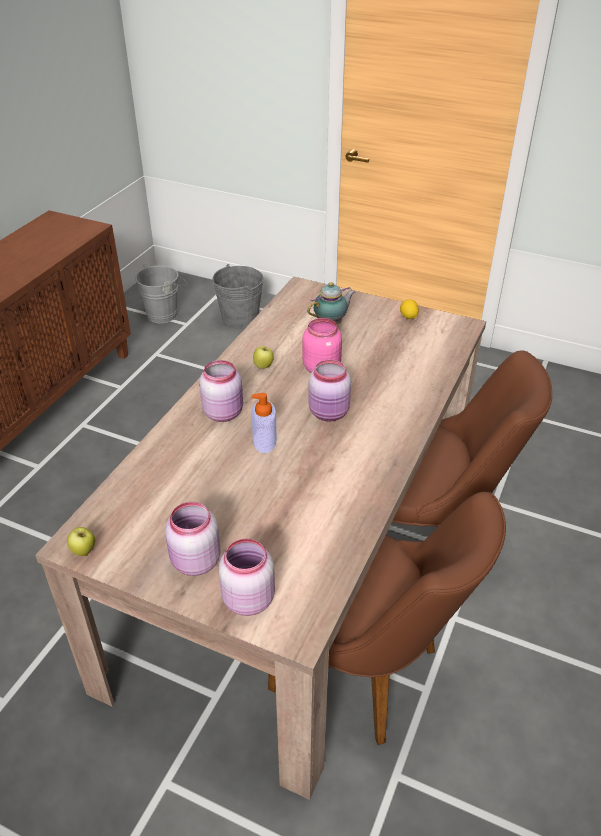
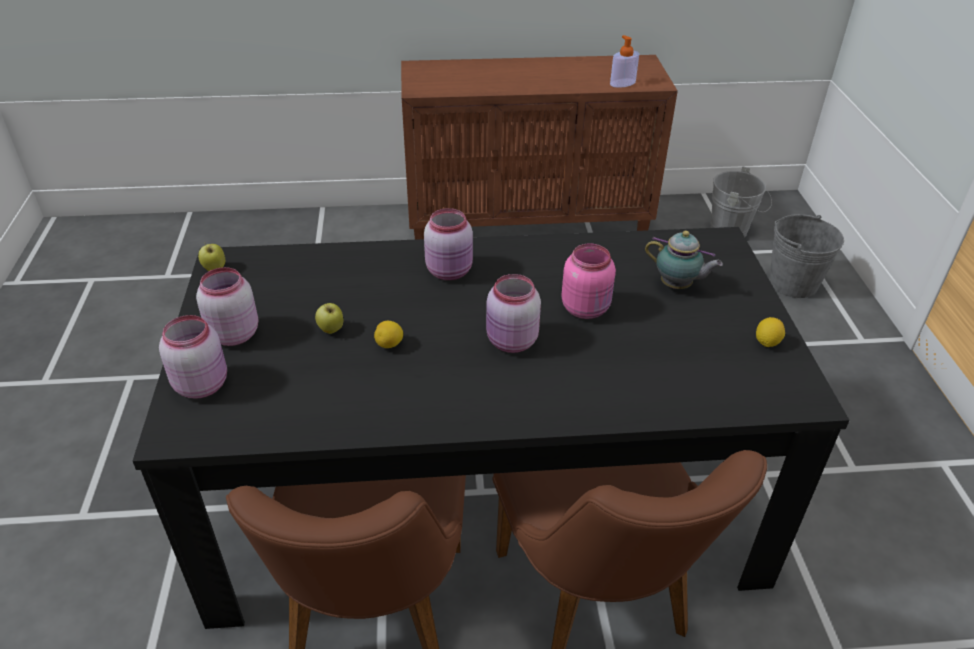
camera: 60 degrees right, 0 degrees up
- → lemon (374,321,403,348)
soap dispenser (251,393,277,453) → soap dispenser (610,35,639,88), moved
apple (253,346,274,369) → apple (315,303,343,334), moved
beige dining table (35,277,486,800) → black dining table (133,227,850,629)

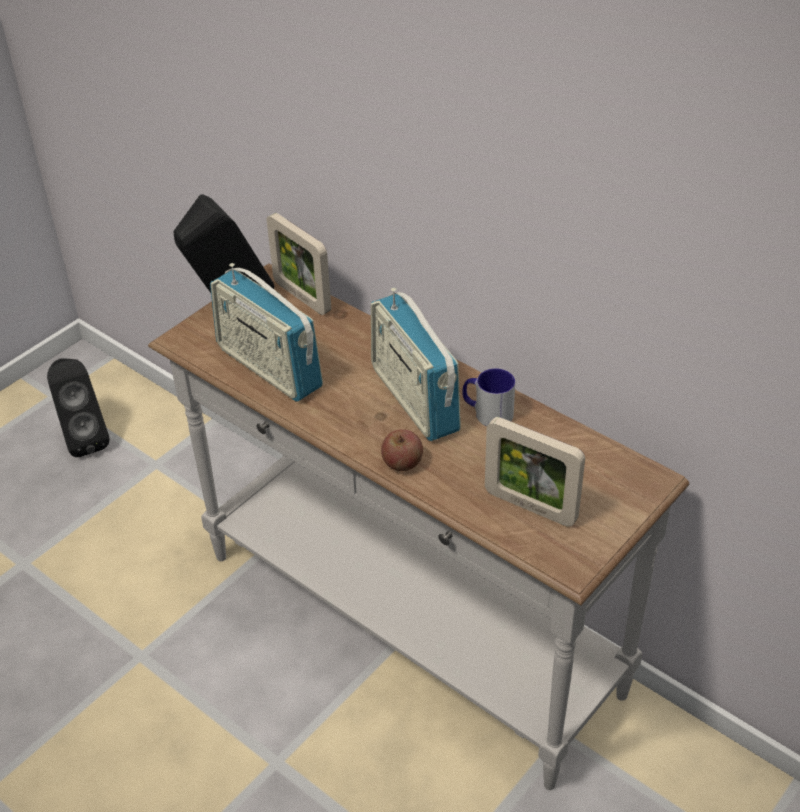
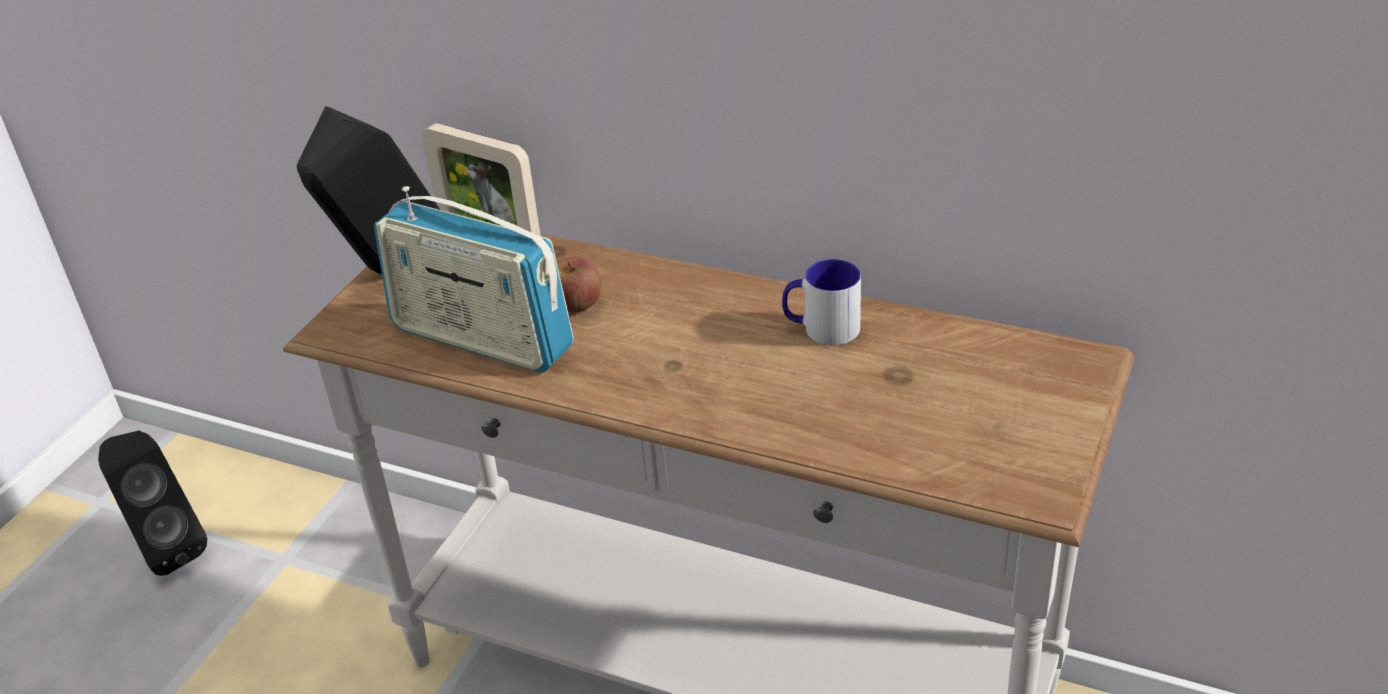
camera: 15 degrees left, 5 degrees down
radio (371,288,461,441) → -
picture frame (485,417,585,527) → -
apple (381,429,423,471) → apple (557,257,602,313), moved

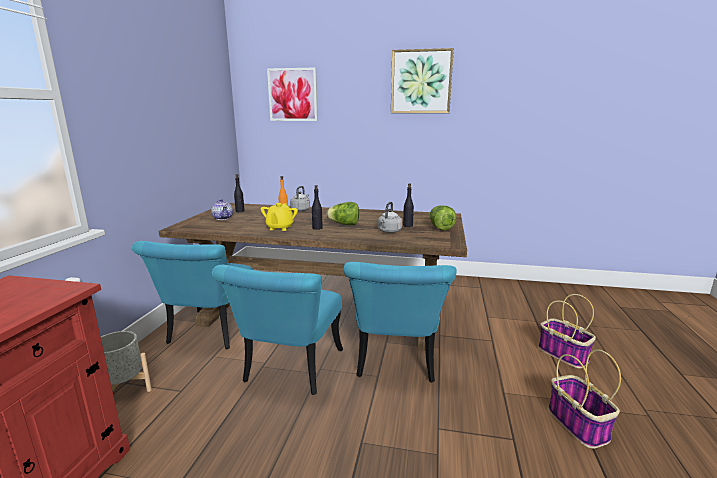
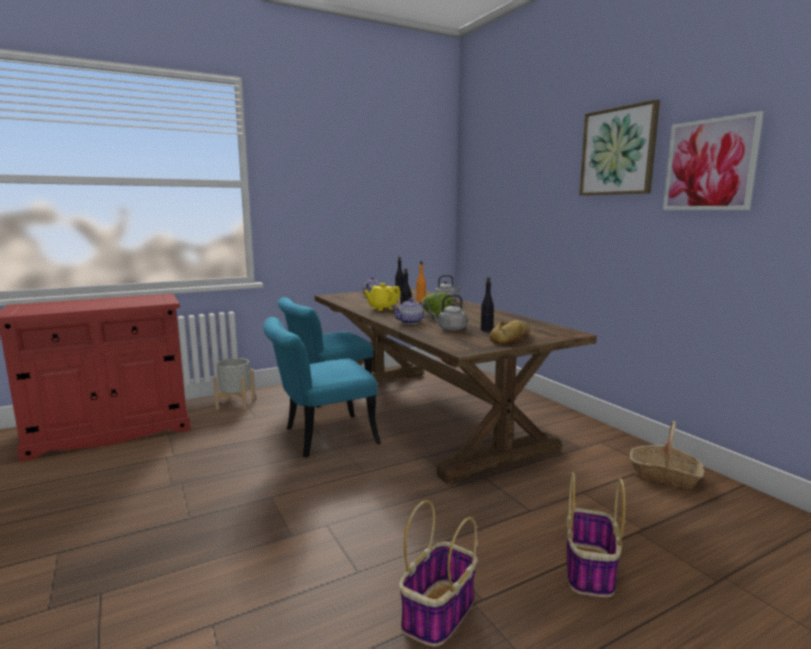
camera: 50 degrees right, 5 degrees down
turquoise chair (344,262,457,383) → -
- → teapot (390,298,430,324)
- → basket (630,421,704,488)
picture (267,68,318,121) → picture (663,111,764,210), moved
lettuce (430,205,457,231) → bread (489,321,530,345)

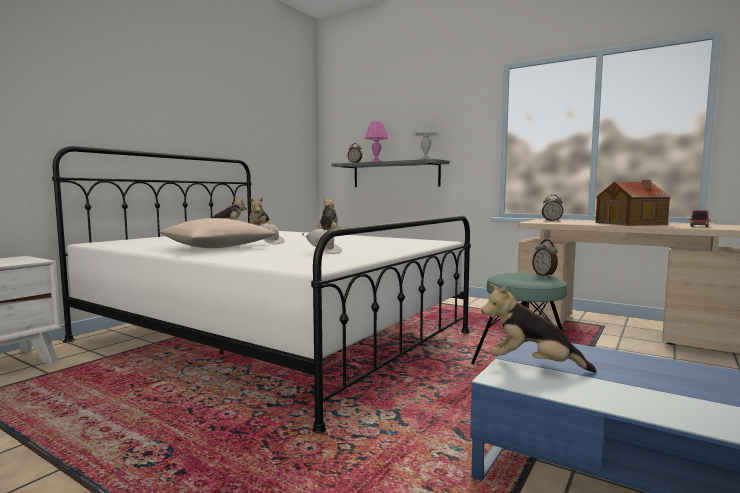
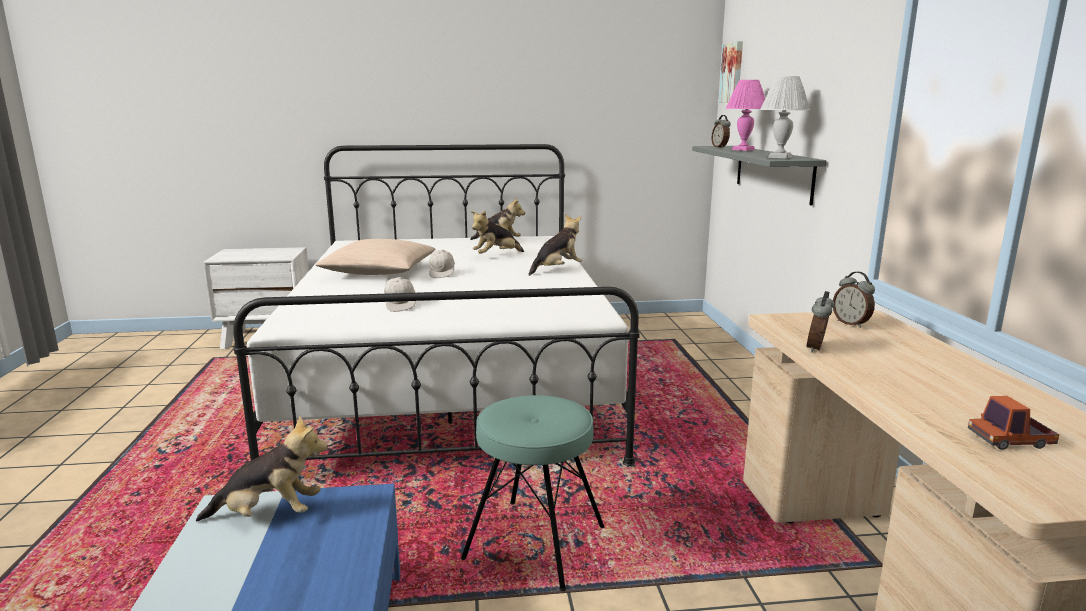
camera: 50 degrees right, 10 degrees up
toy house (596,180,671,226) → -
- → picture (719,41,743,103)
alarm clock (532,240,558,277) → alarm clock (807,291,835,352), moved
plush toy (481,284,597,373) → plush toy (196,415,328,521), 105 degrees clockwise

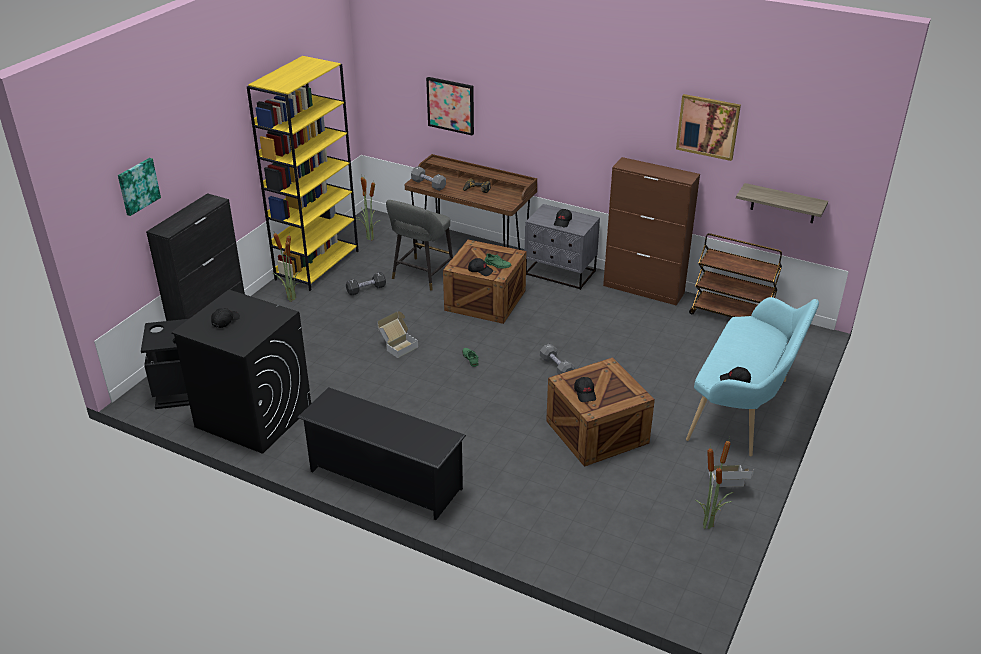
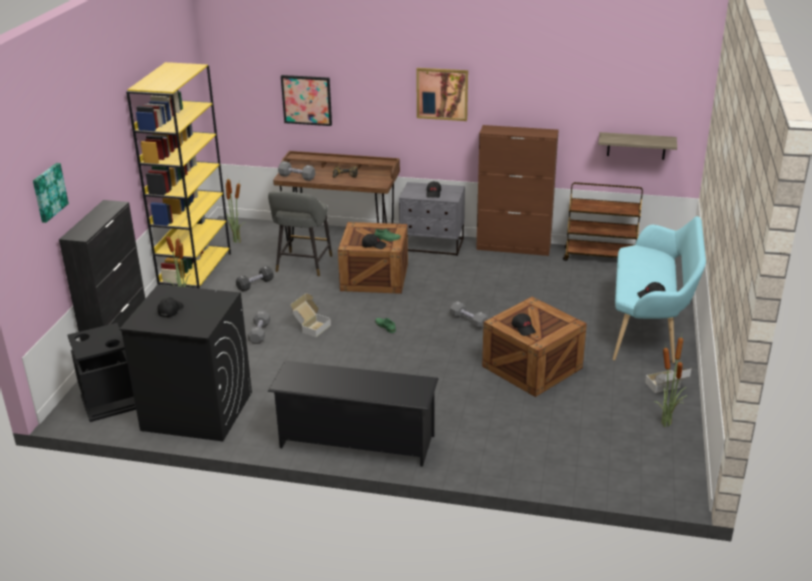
camera: 15 degrees left, 5 degrees down
- → grey dumbbell (247,311,270,344)
picture (676,94,741,161) → picture (416,68,468,121), moved

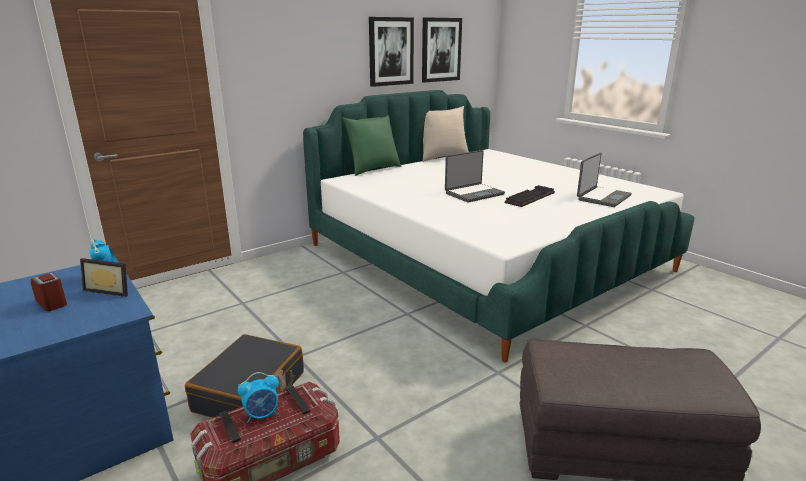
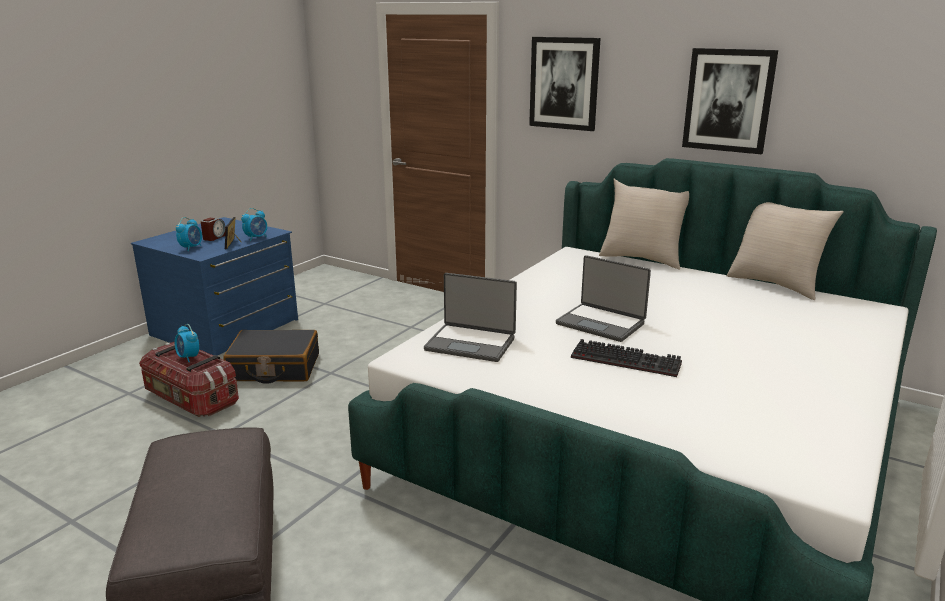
camera: 70 degrees right, 0 degrees up
- → alarm clock (176,217,202,251)
picture (422,17,462,83) → picture (529,37,601,131), moved
laptop (577,153,632,207) → laptop (424,273,517,362), moved
green pillow (342,115,401,176) → beige pillow (599,179,689,270)

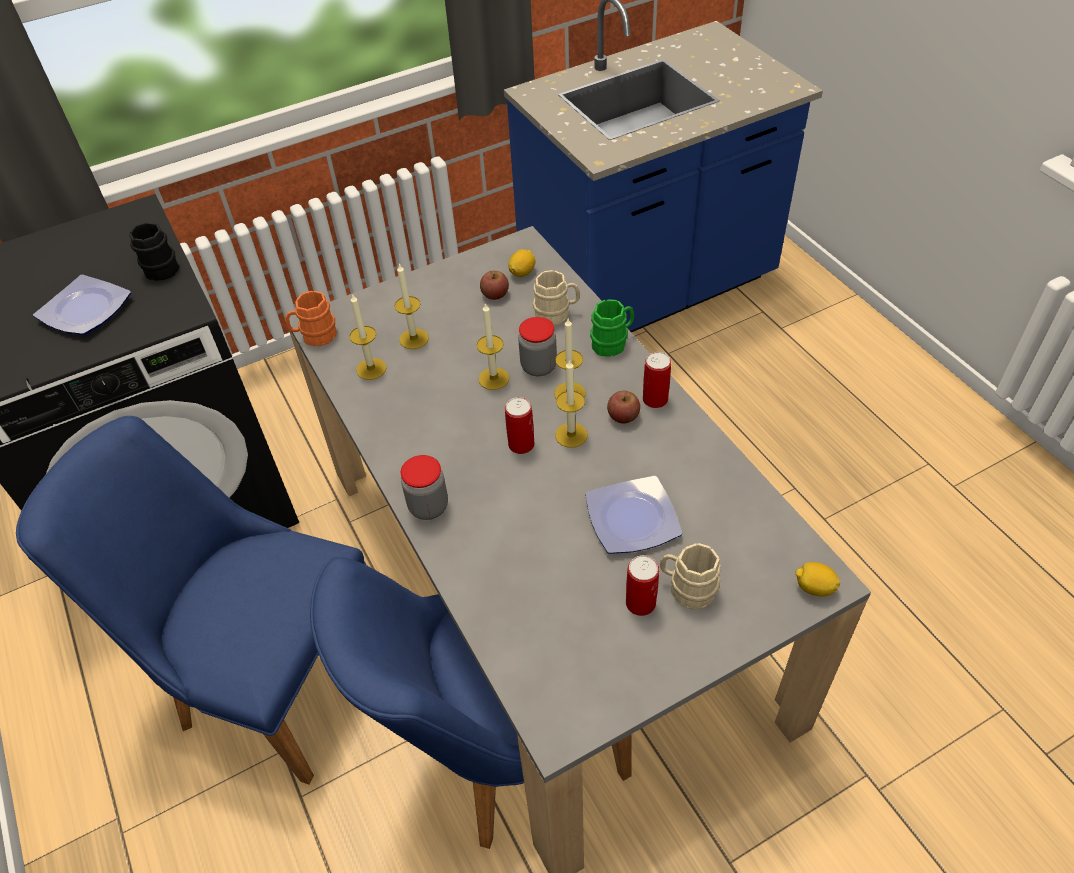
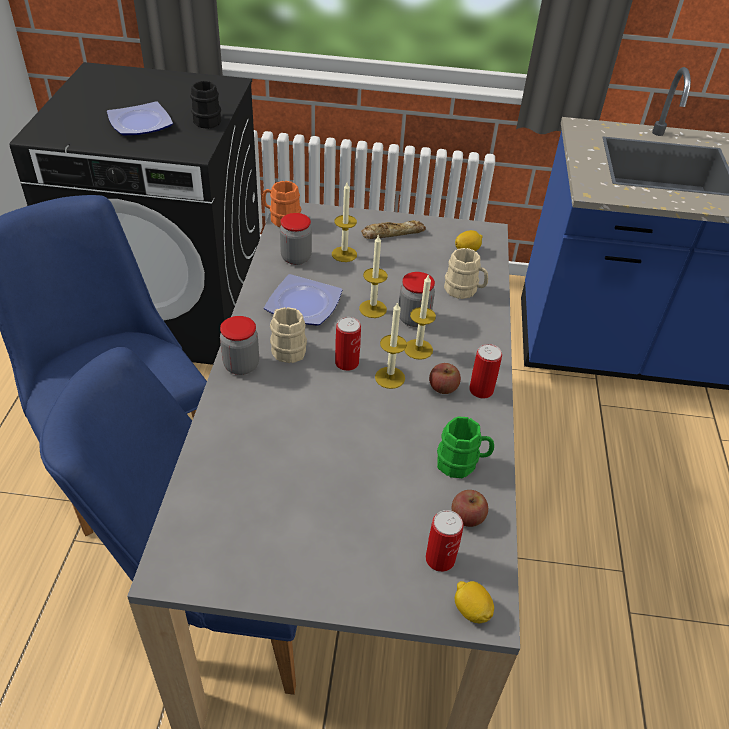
camera: 30 degrees right, 5 degrees down
- → bread (361,220,426,239)
apple (480,271,509,300) → apple (451,490,488,527), moved
plate (585,476,682,554) → plate (264,274,342,326), moved
green mug (590,299,634,357) → green mug (437,416,494,478), moved
can (626,555,659,616) → can (426,510,464,572), moved
beige mug (660,543,721,610) → beige mug (270,307,307,363), moved
candle (350,293,387,380) → jar (280,213,312,265)

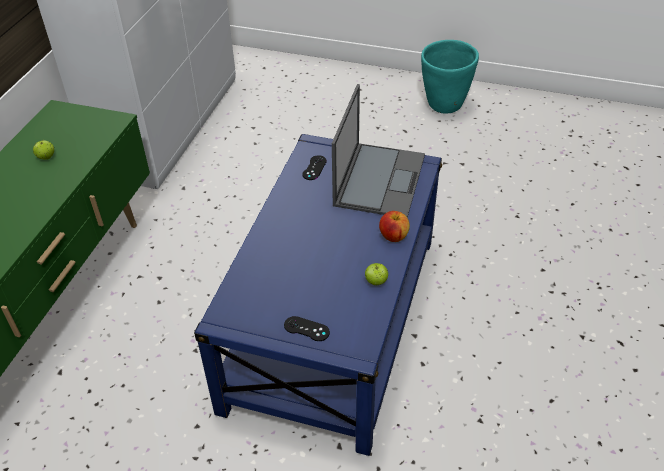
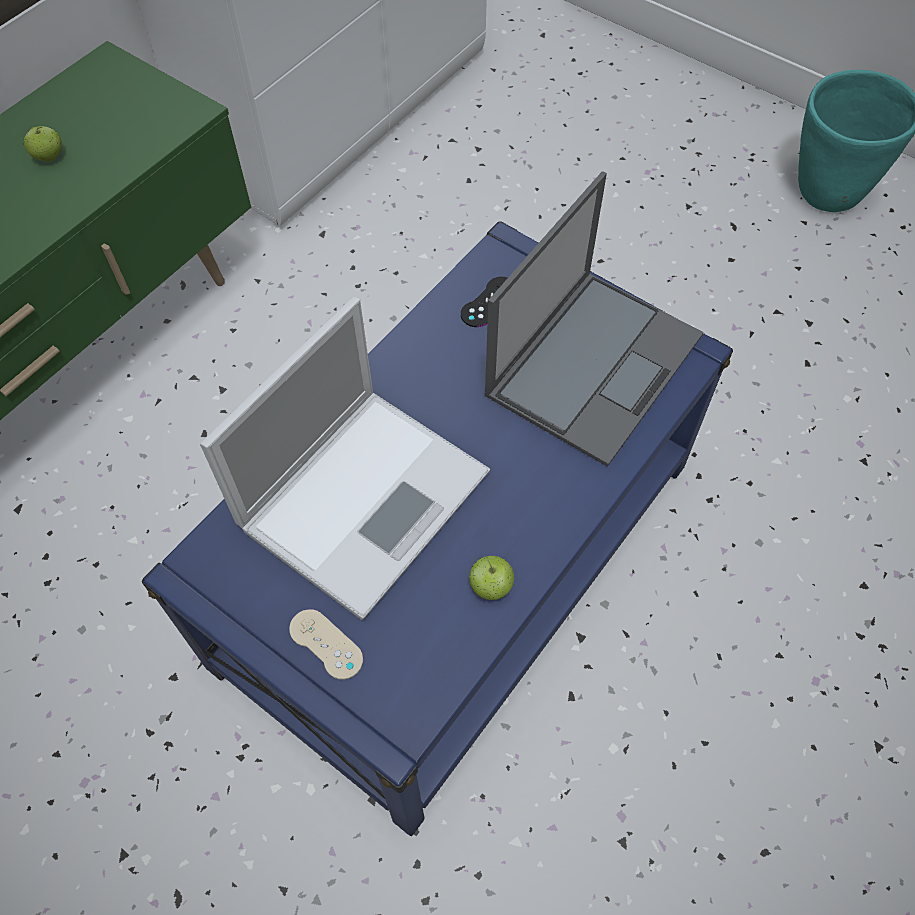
camera: 20 degrees right, 15 degrees up
apple (379,211,410,242) → -
- → laptop (200,297,490,620)
black game controller (284,316,330,341) → beige game controller (289,609,363,680)

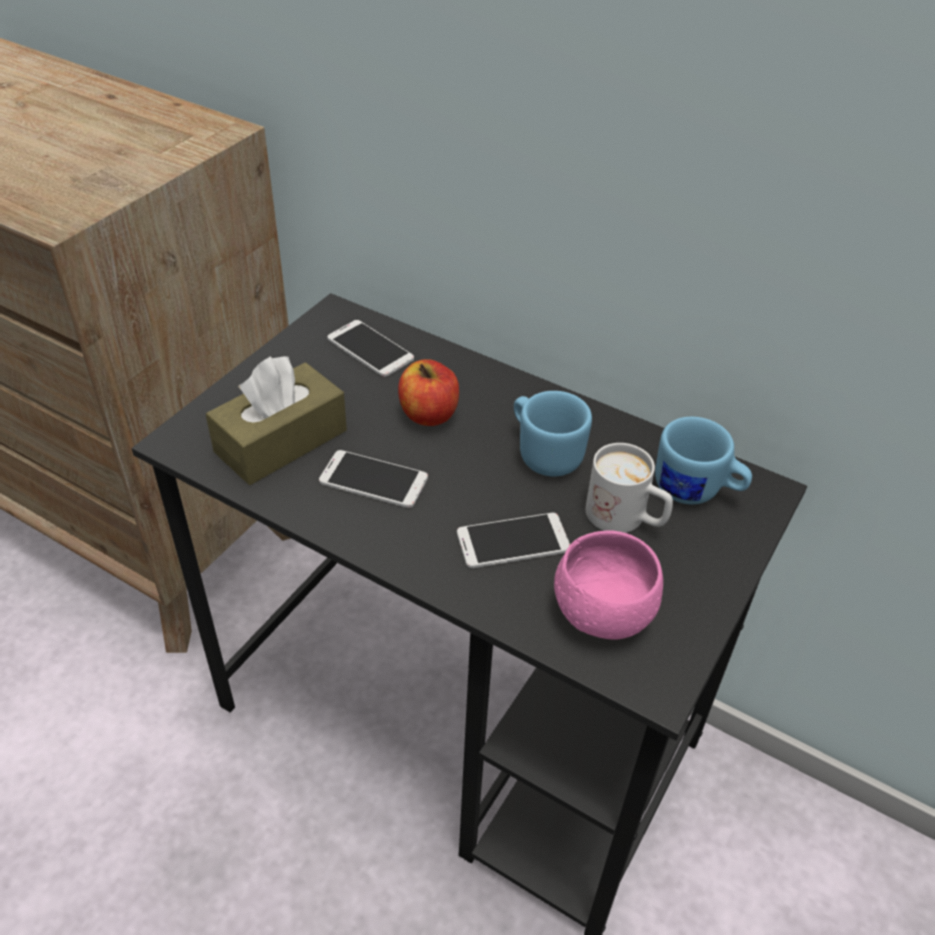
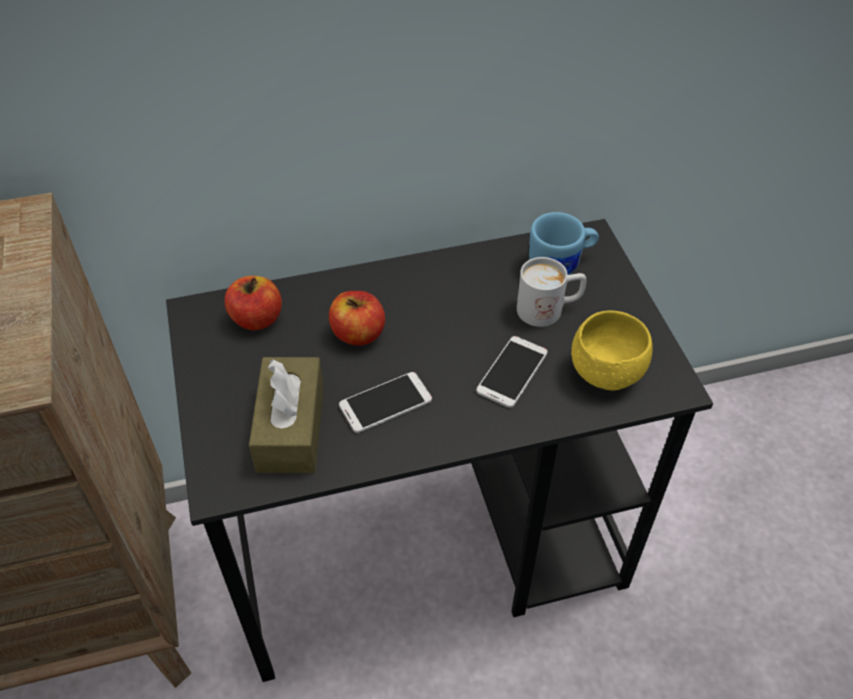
camera: 45 degrees left, 5 degrees up
blue mug (514,391,592,477) → -
phone (327,320,414,377) → apple (225,276,282,331)
pink bowl (554,531,663,640) → yellow bowl (571,310,653,391)

